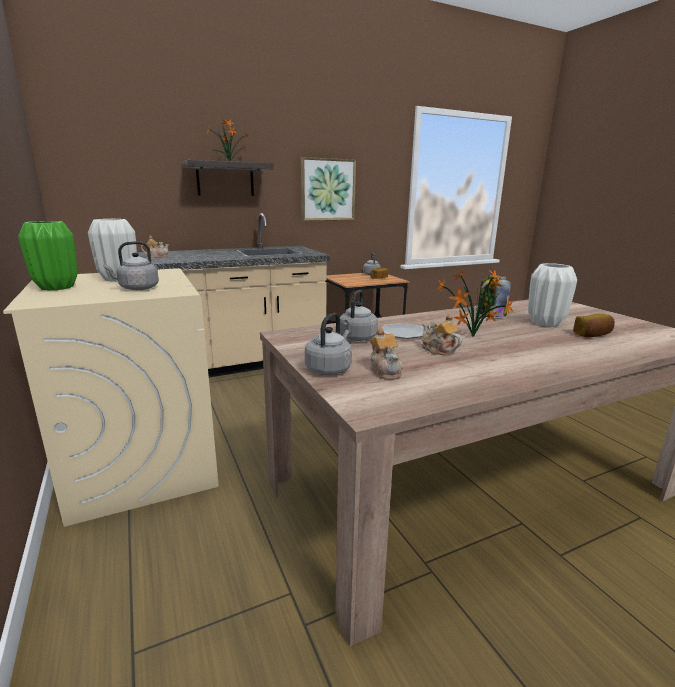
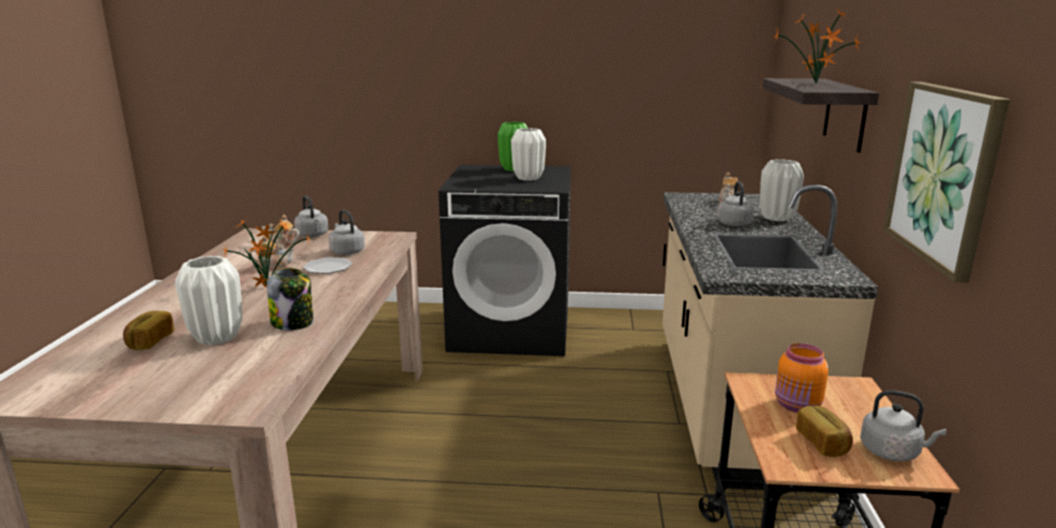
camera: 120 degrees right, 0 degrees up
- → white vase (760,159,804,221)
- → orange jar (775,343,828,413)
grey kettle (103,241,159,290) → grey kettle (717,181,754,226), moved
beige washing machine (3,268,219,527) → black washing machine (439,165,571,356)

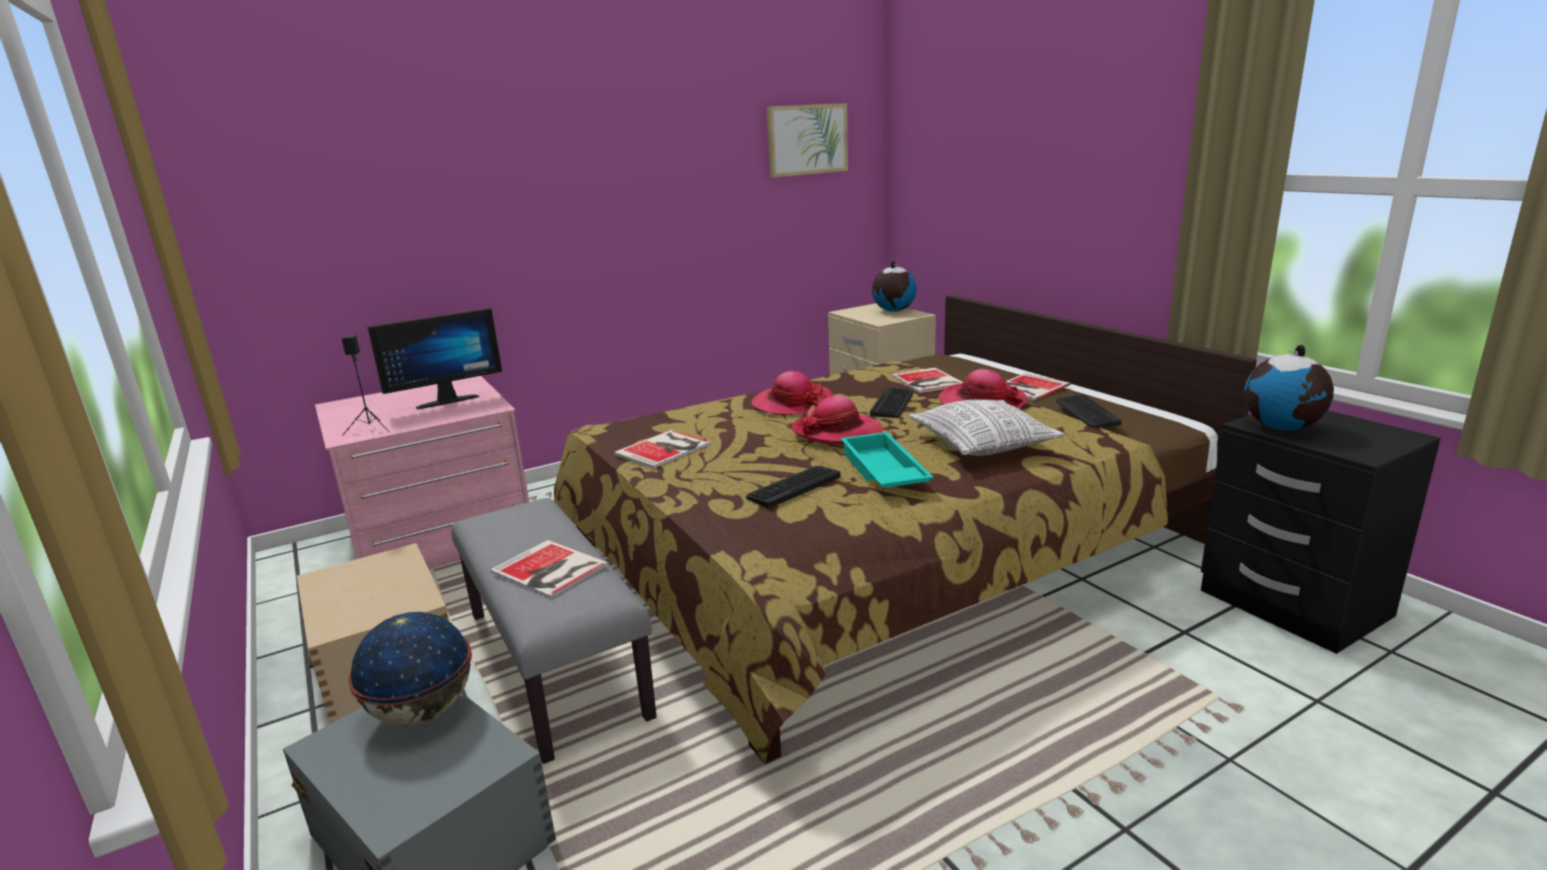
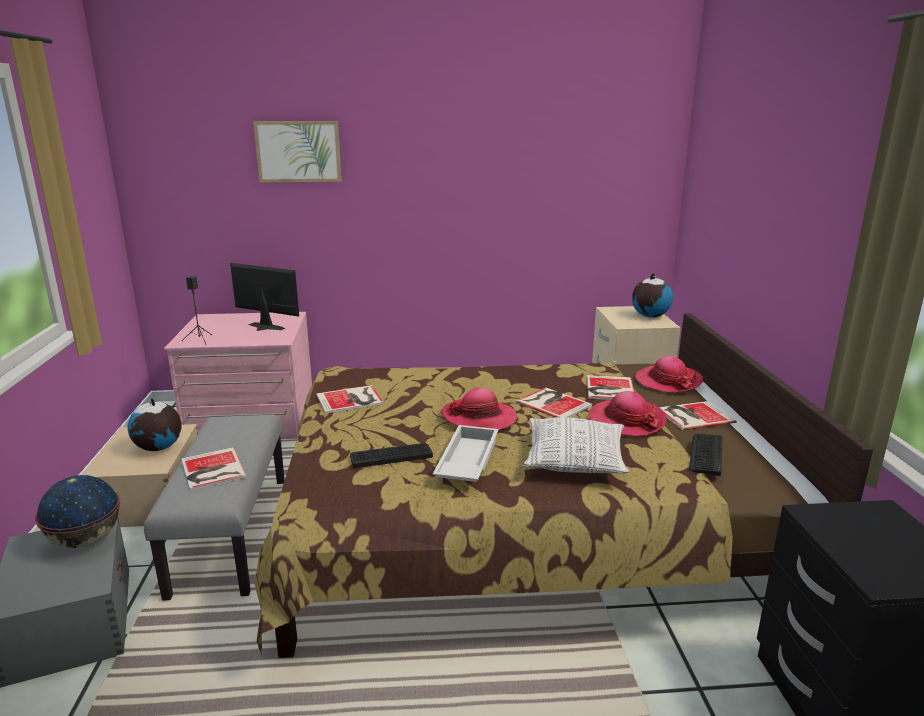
camera: 25 degrees right, 0 degrees up
hat (751,371,833,415) → hat (635,356,703,393), moved
picture (767,103,848,178) → picture (253,121,342,183), moved
globe (1244,345,1334,430) → globe (127,398,182,451), moved
keyboard (870,387,913,418) → book (516,388,592,417)
turquoise tray (841,432,934,488) → white tray (433,425,498,482)
monitor (368,308,502,410) → monitor (230,263,299,331), 150 degrees counterclockwise

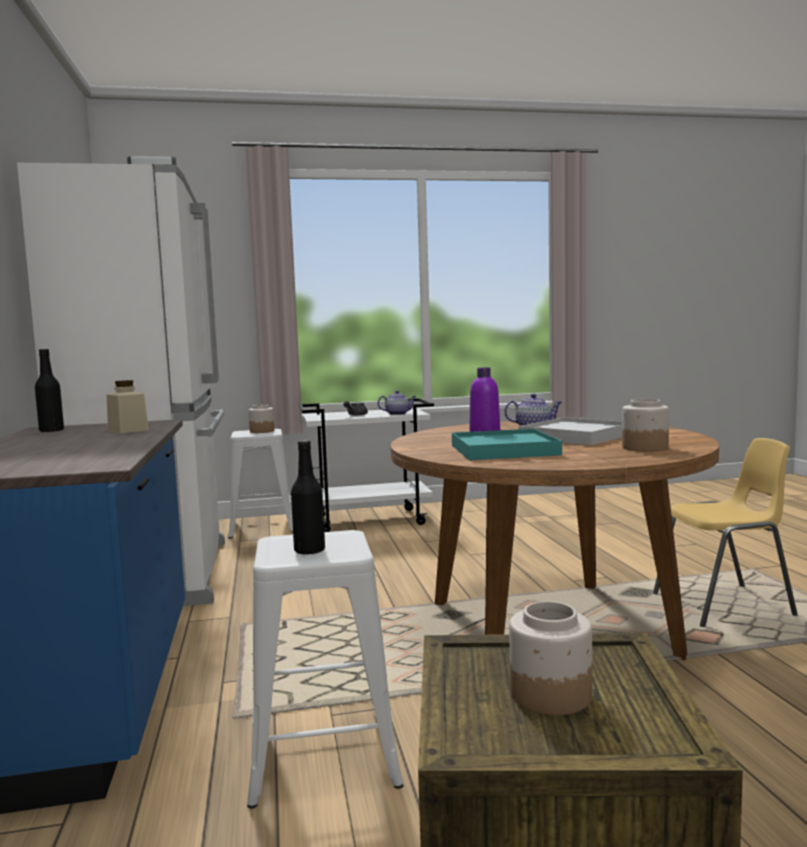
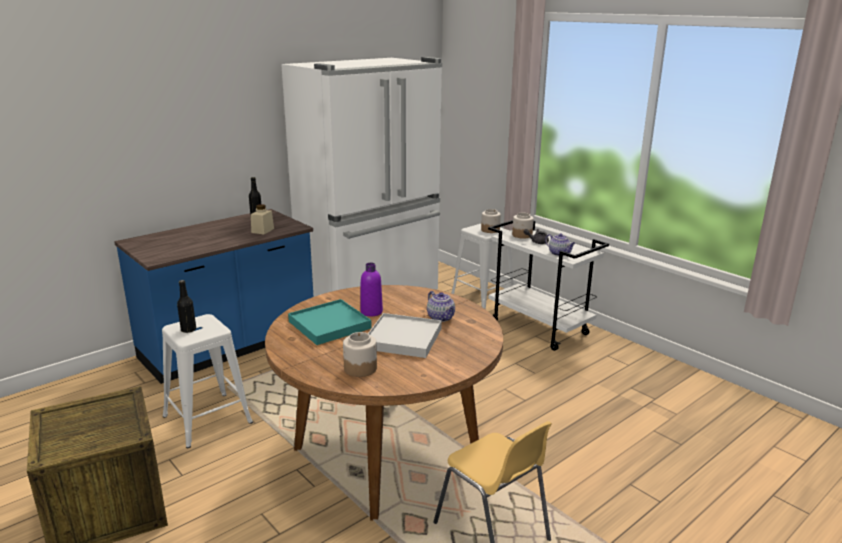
camera: 60 degrees right, 15 degrees up
jar (509,601,592,715) → jar (512,213,534,239), moved

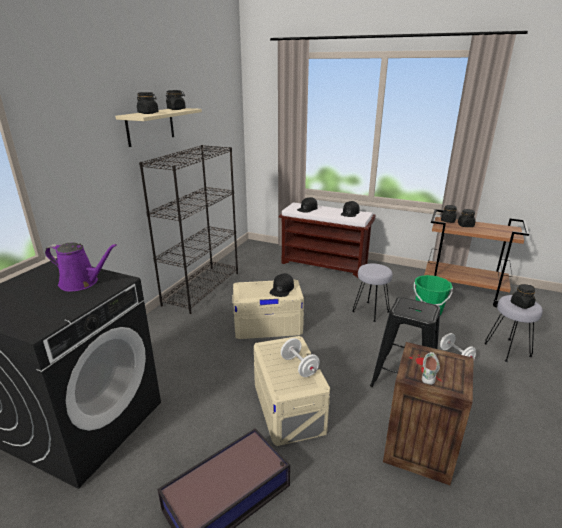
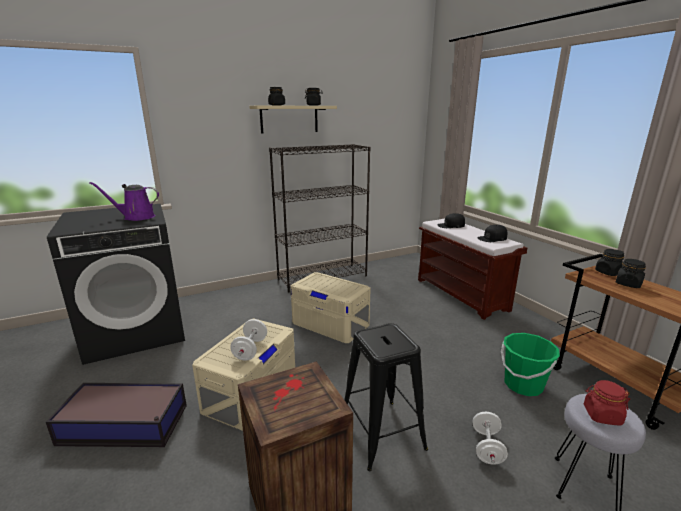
camera: 40 degrees right, 5 degrees down
black cap (270,273,294,297) → -
grey stool (352,263,392,322) → -
white shoe (422,352,440,385) → -
black jar (511,284,536,309) → red jar (584,380,630,426)
purple watering can (45,243,117,292) → purple watering can (89,182,159,221), 120 degrees clockwise

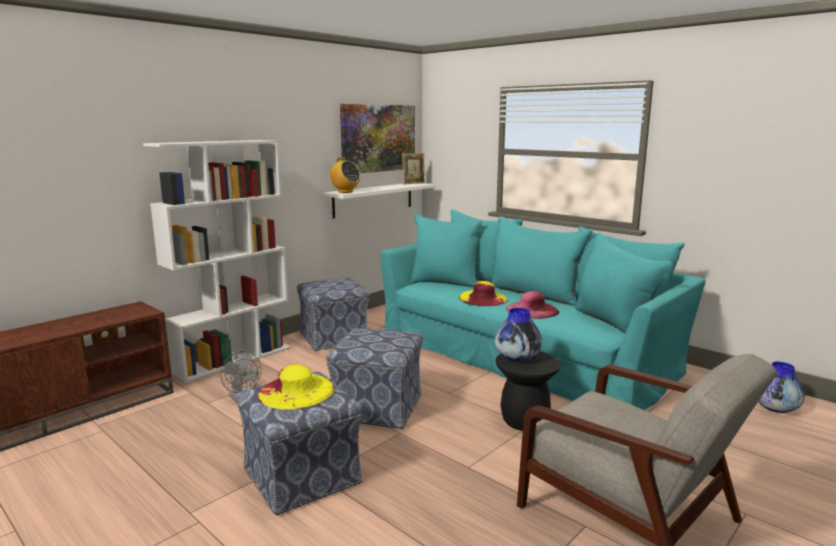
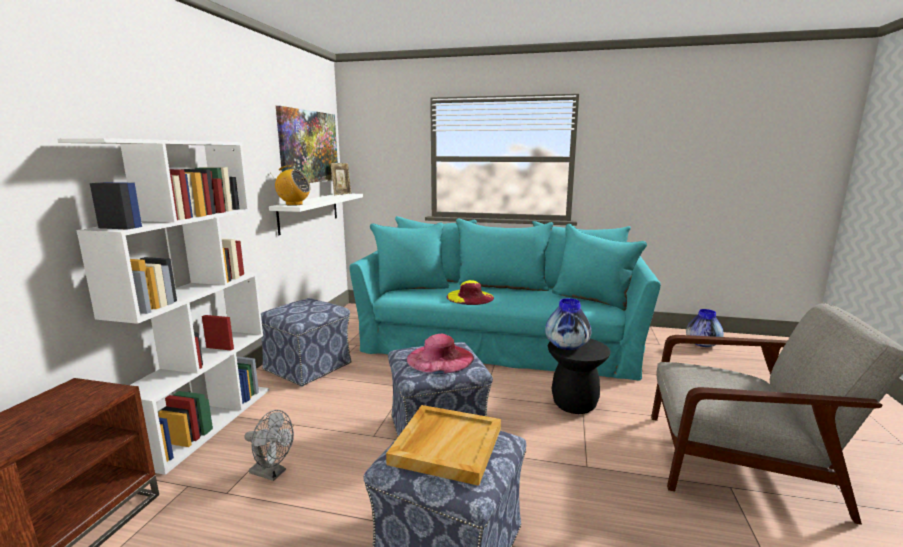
camera: 30 degrees left, 0 degrees up
pink hat (506,291,559,319) → pink hat (407,334,474,374), moved
yellow hat (258,364,335,410) → beige tray (386,405,501,486)

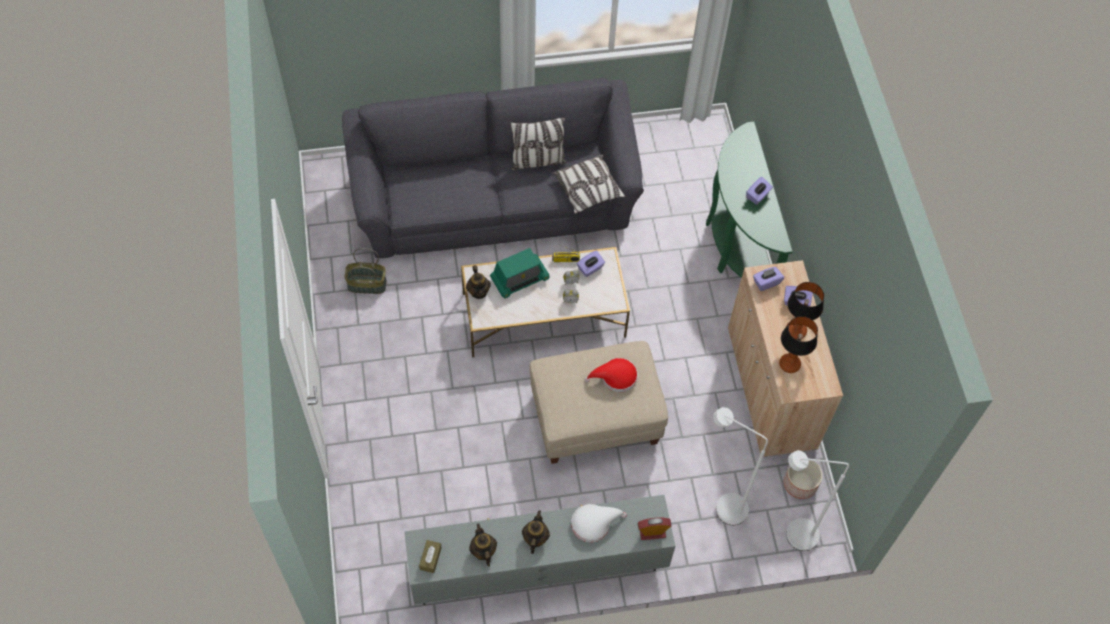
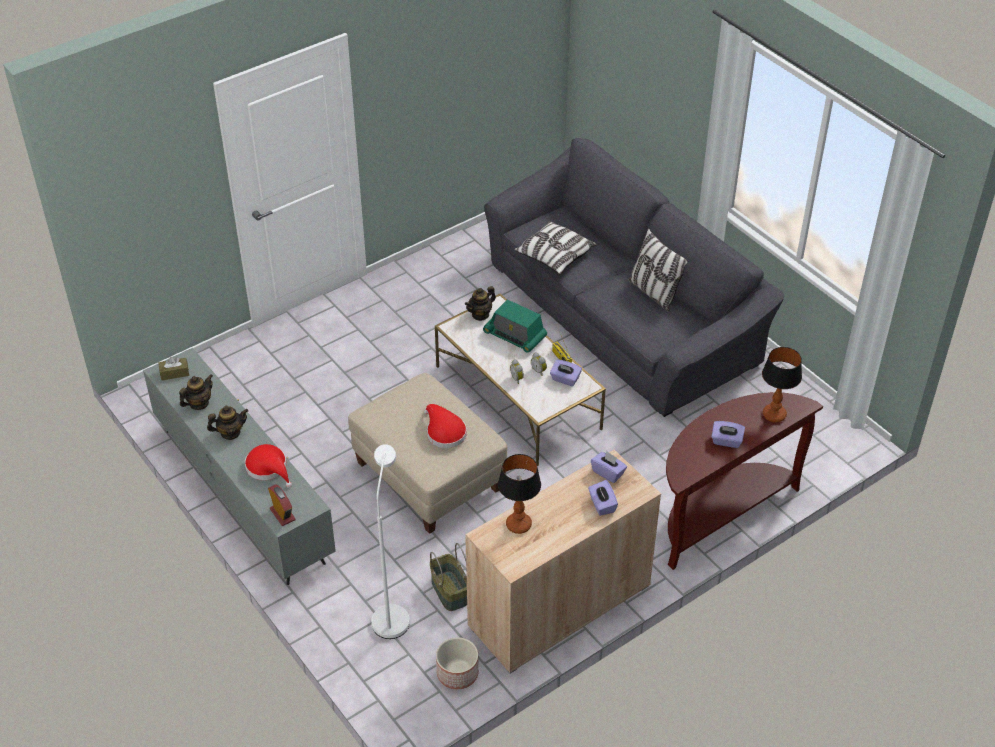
camera: 65 degrees right, 15 degrees down
white floor lamp (786,450,849,551) → -
basket (344,248,387,294) → basket (430,543,467,611), moved
pillow (552,155,626,214) → pillow (514,221,597,274), moved
table lamp (787,282,824,339) → table lamp (762,347,802,422), moved
white hat (571,504,627,542) → red hat (245,444,292,488)
green console table (706,121,793,278) → brown console table (666,392,823,570)

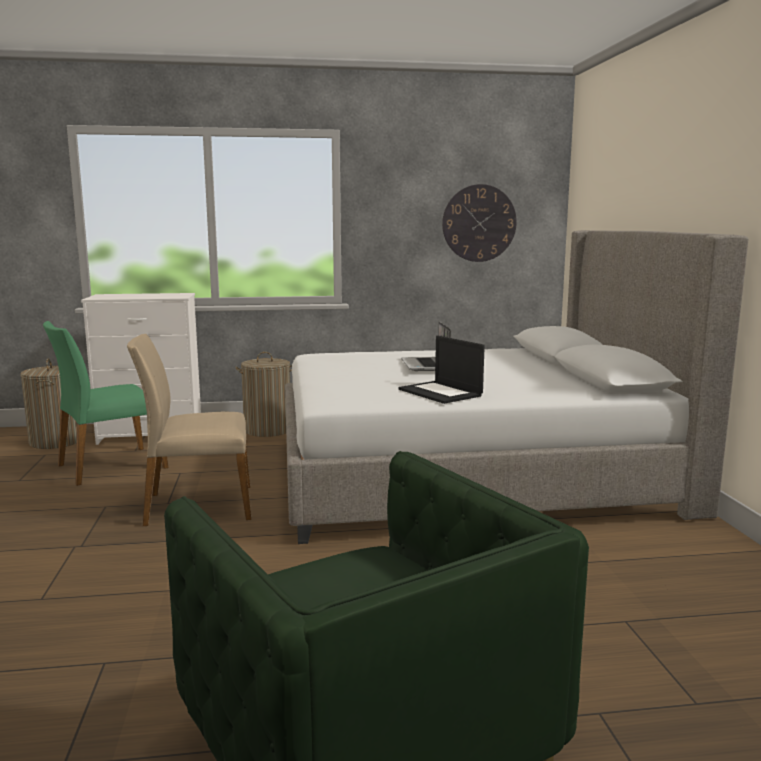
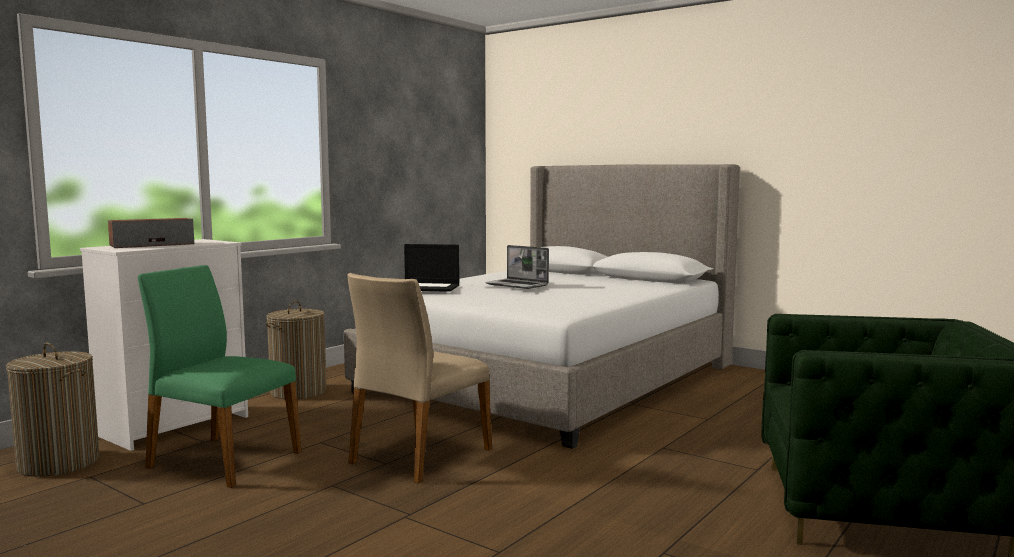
camera: 45 degrees left, 5 degrees down
wall clock (442,184,517,262) → -
- → speaker (108,218,194,248)
laptop (398,336,485,404) → laptop (404,244,459,292), moved
green chair (43,321,168,486) → green chair (138,265,301,488), 105 degrees clockwise

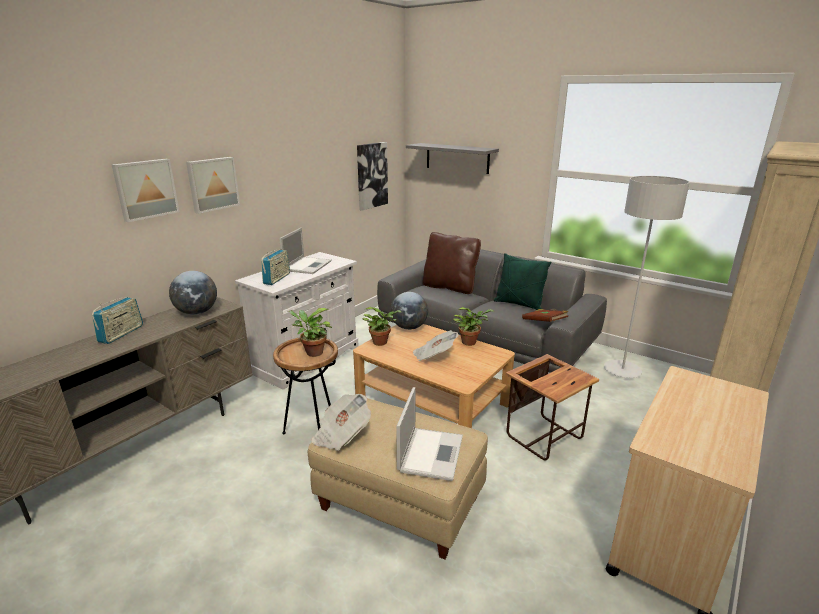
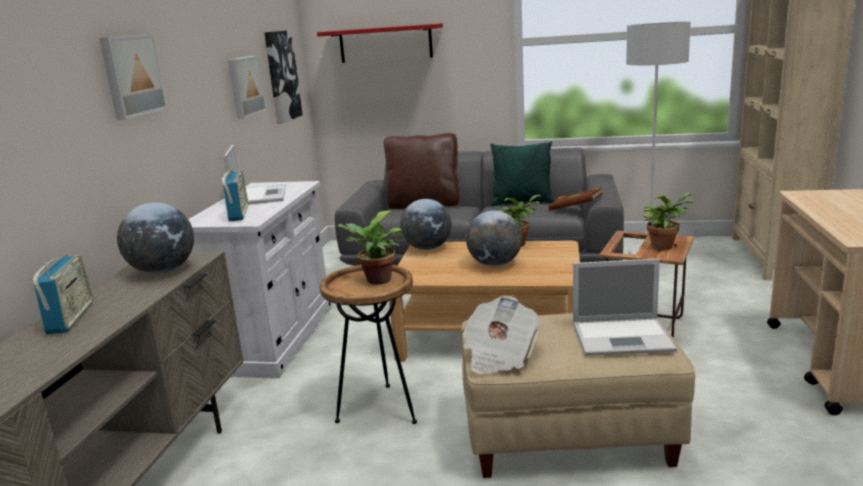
camera: 25 degrees left, 5 degrees down
picture (112,159,179,222) → picture (228,55,267,119), moved
potted plant (362,307,402,346) → potted plant (643,193,694,250), moved
newspaper (413,330,459,361) → globe (466,210,522,266)
grey shelf (406,143,499,174) → red shelf (317,23,443,63)
laptop (396,387,463,481) → laptop (573,259,677,356), 105 degrees clockwise

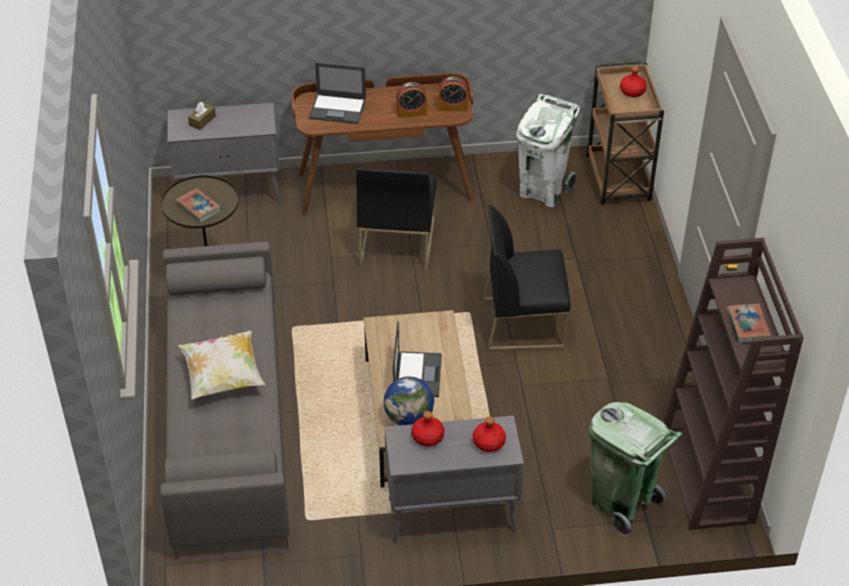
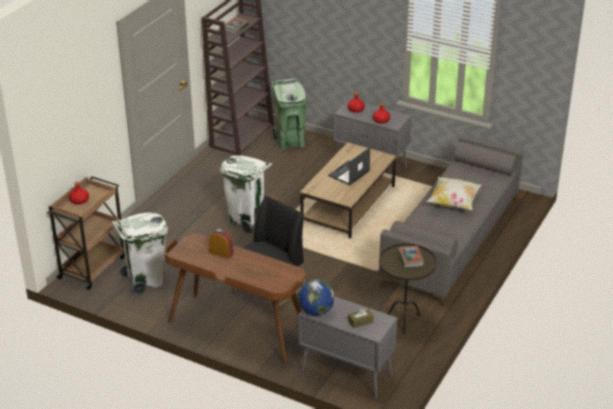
camera: 145 degrees left, 10 degrees down
laptop (309,63,366,124) → -
alarm clock (439,76,468,111) → -
globe (384,377,434,426) → globe (298,280,334,316), moved
black chair (482,205,571,351) → white trash can (220,155,273,234)

